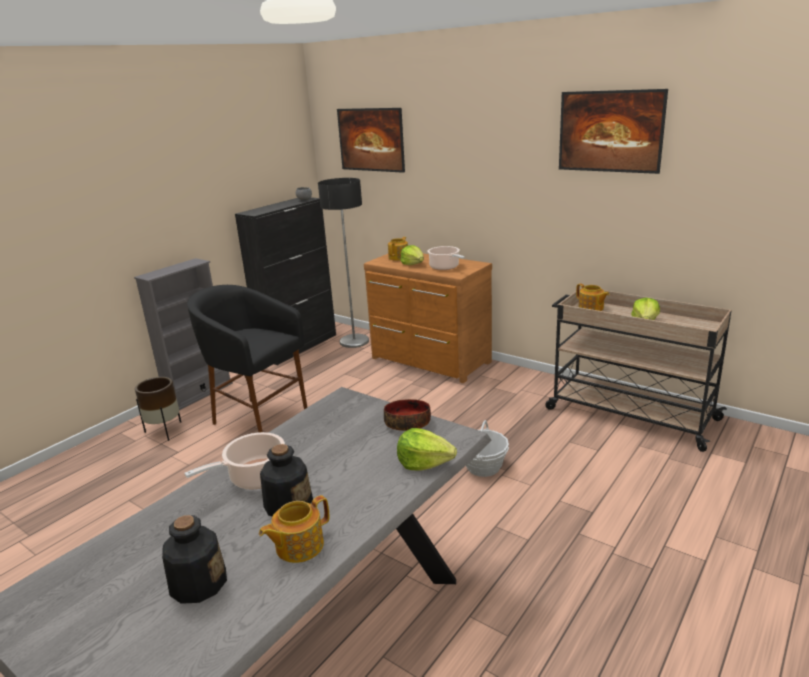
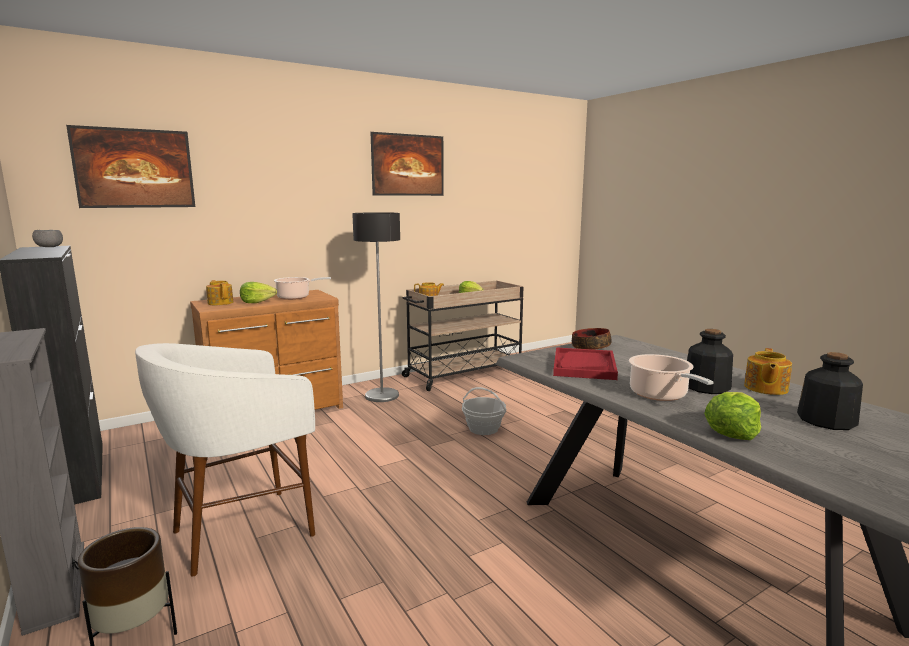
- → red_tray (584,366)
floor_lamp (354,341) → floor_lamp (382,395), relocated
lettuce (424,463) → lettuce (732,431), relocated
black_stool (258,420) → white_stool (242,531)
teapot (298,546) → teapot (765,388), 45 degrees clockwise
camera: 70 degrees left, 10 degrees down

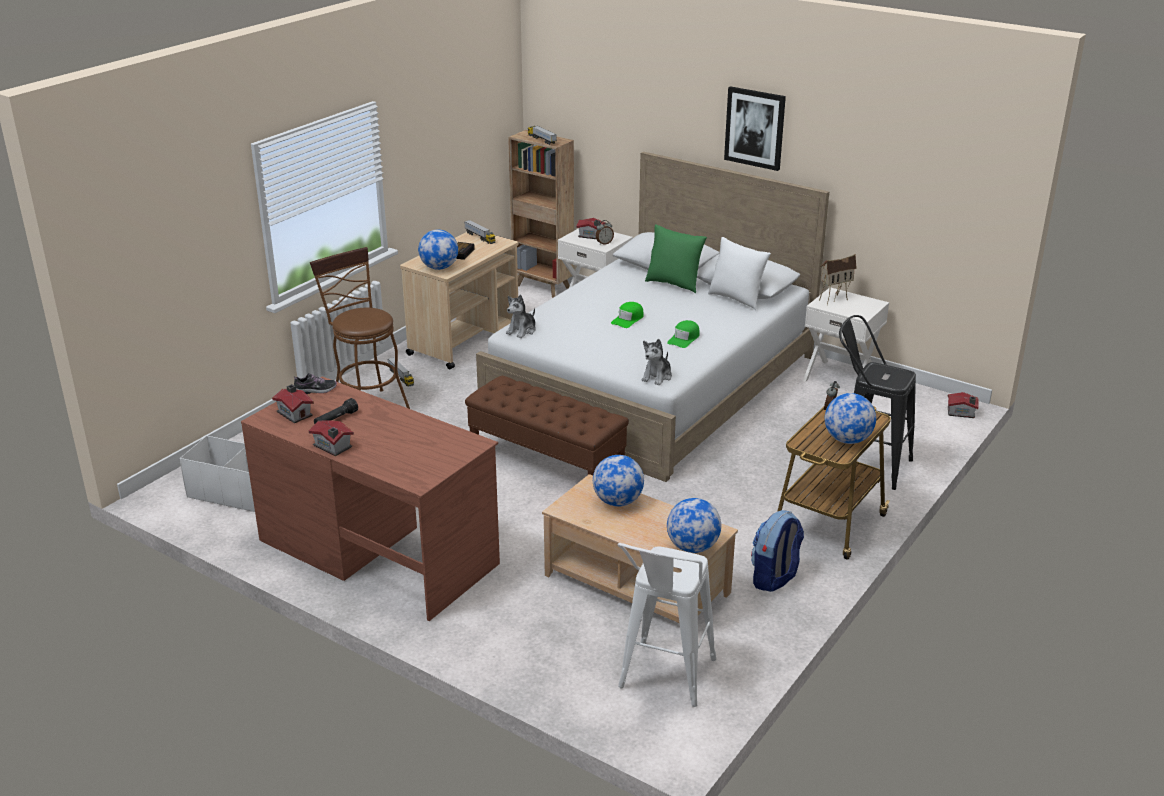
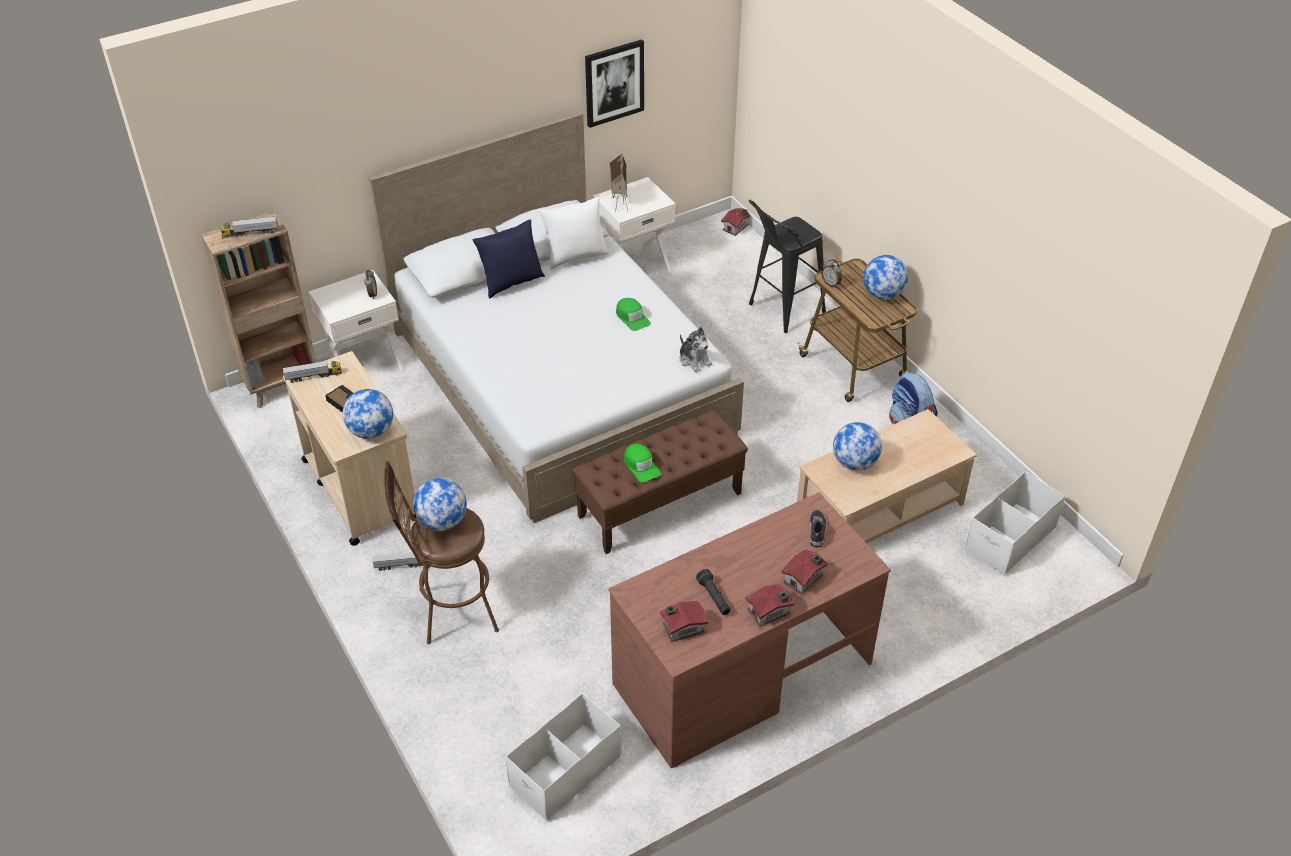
plush_toy (522,331) → -
shoe (315,390) → shoe (817,531), relocated
toy_house (591,236) → toy_house (804,579), relocated
green_cap (628,319) → green_cap (641,466), relocated
globe (692,547) → globe (442,522), relocated
picture (755,128) → picture (614,83), relocated
white_stool (663,680) → white_storage_box (1009,538)
green_pillow (674,284) → blue_pillow (511,282)
camera: 65 degrees left, 15 degrees up

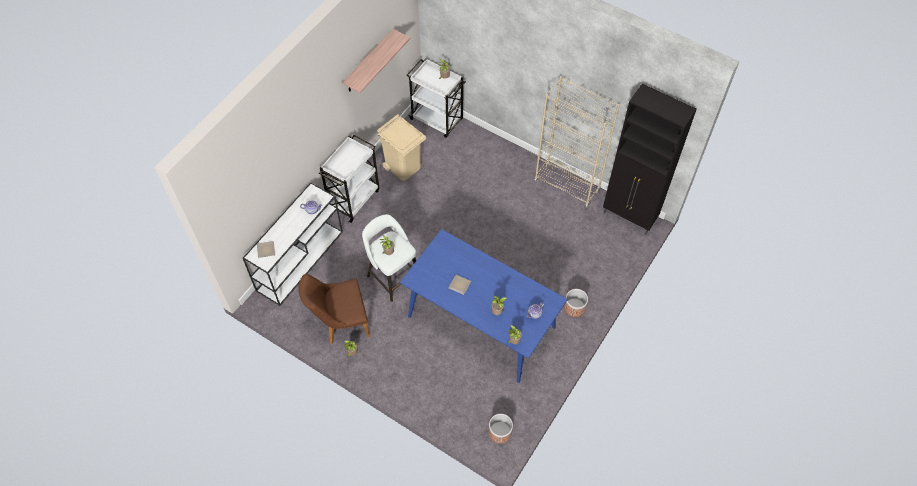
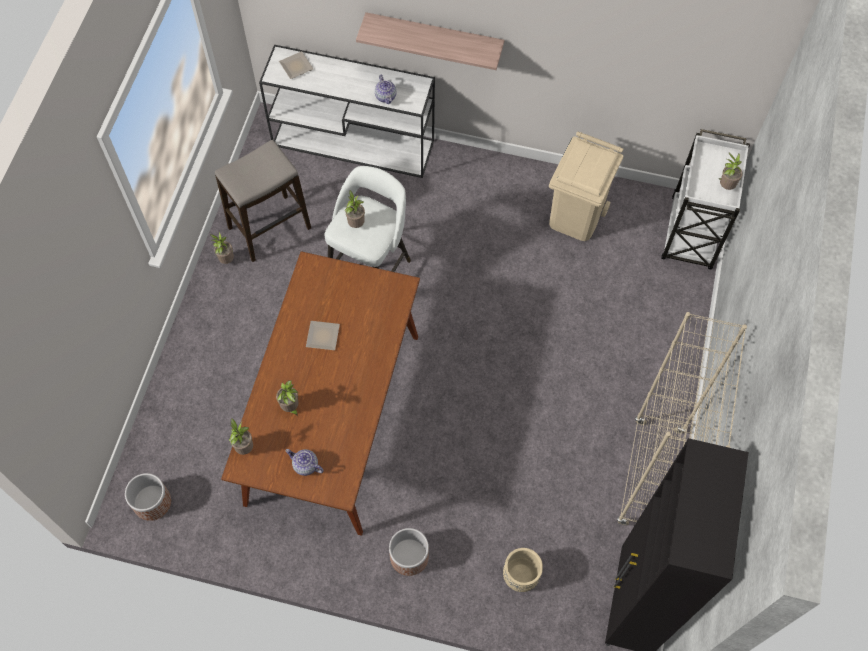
white_cart (354,198) → -
- → beige_planter (520,576)
shelf (368,62) → shelf (434,37), relocated
brown_chair (340,323) → stool (269,228)
blue_dining_table (482,322) → brown_dining_table (334,419)
camera: 70 degrees right, 5 degrees up

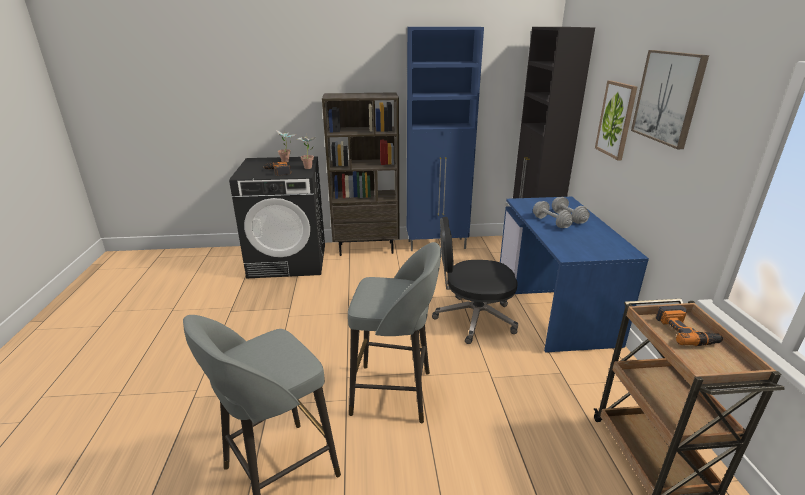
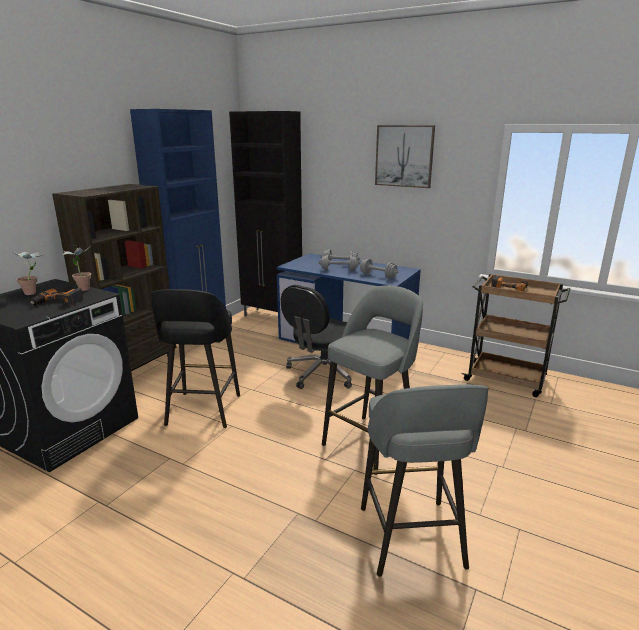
picture (616,119) → -
- → black_stool (202,411)
- → grey_dumbbell (378,276)
camera: 55 degrees left, 5 degrees down

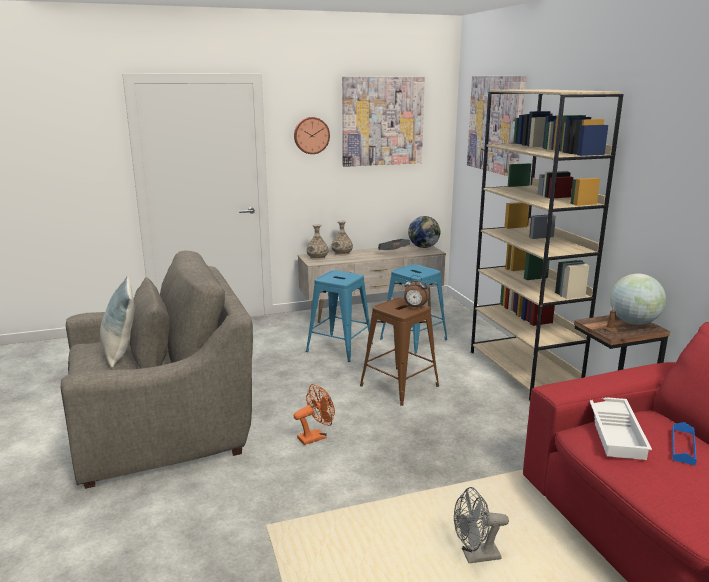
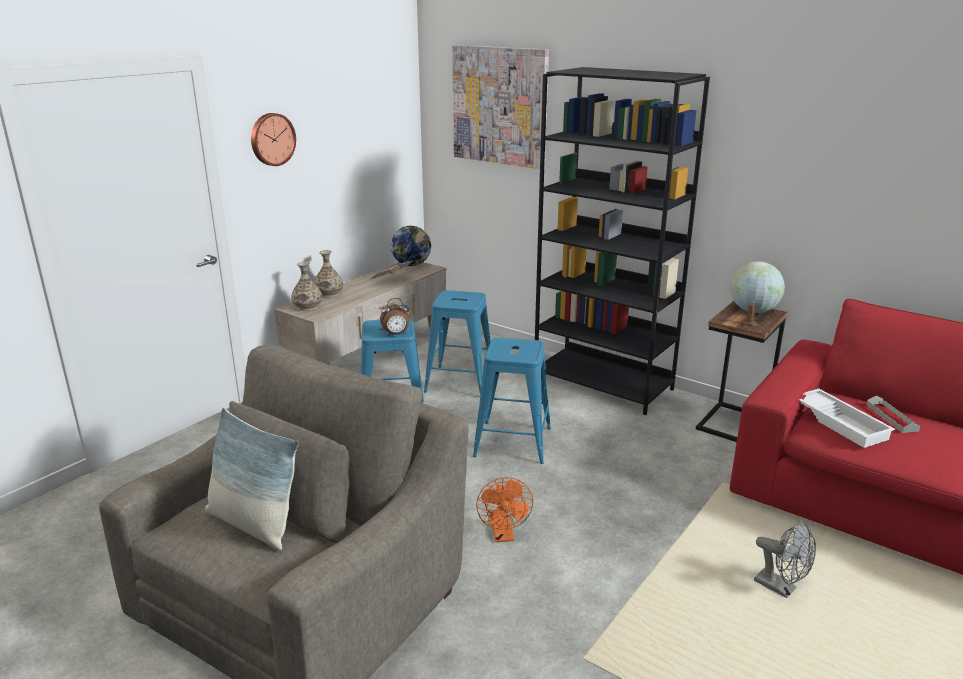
picture (382,121) → -
alarm_clock (415,307) → alarm_clock (396,334), relocated
brown_stool (399,386) → blue_stool (513,442)
beige_bookcase (524,371) → black_bookcase (603,384)
blue_tray (683,446) → grey_tray (891,417)
orange_fan (316,437) → orange_fan (504,535), 150 degrees clockwise
grey_fan (475,556) → grey_fan (781,588), 90 degrees counterclockwise
camera: 35 degrees left, 5 degrees up

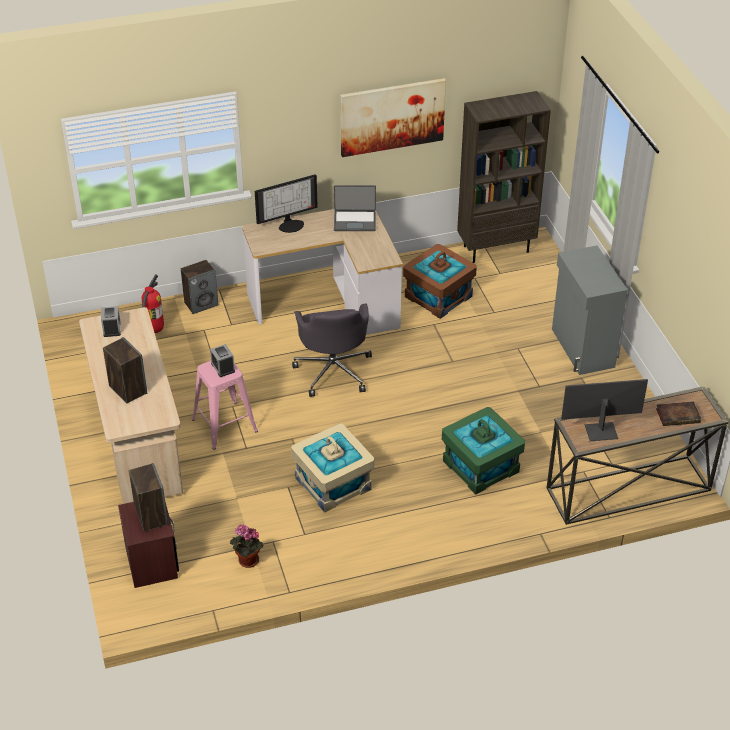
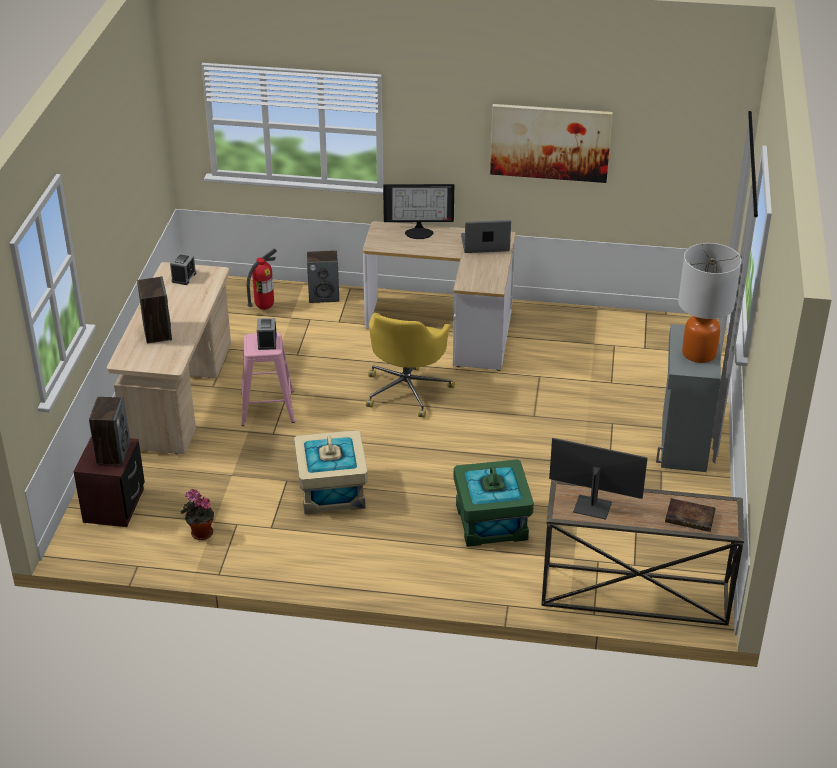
brown_storage_box (438,296) → -
brown_bookcase (496,248) → -
- → table_lamp (698,353)
grey_office_chair (333,370) → yellow_office_chair (407,390)
laptop (355,221) → laptop (485,244), 150 degrees clockwise
camera: 25 degrees right, 5 degrees down

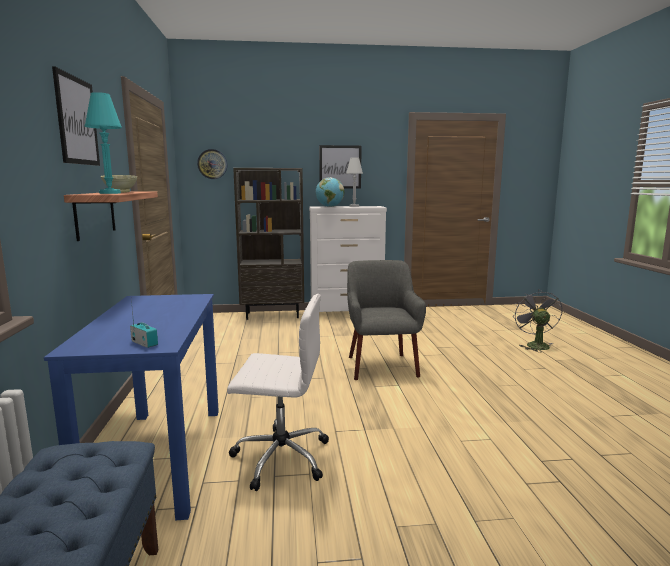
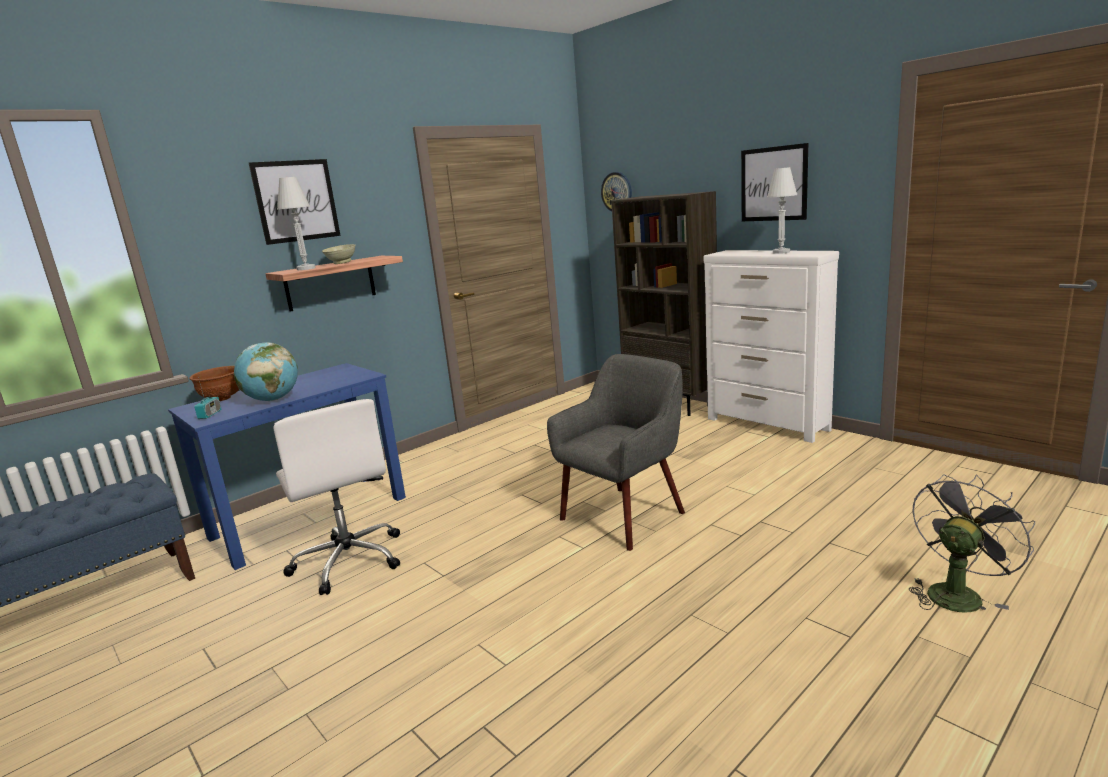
- → brown_bowl (222,399)
globe (329,207) → globe (272,400), relocated
turquoise_table_lamp (110,193) → white_table_lamp (306,269)
camera: 55 degrees right, 5 degrees up

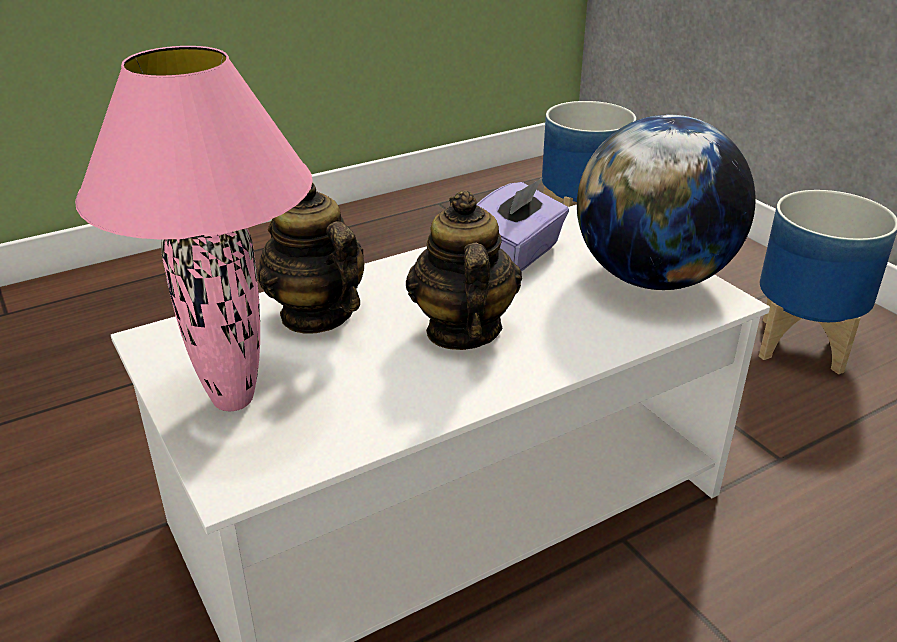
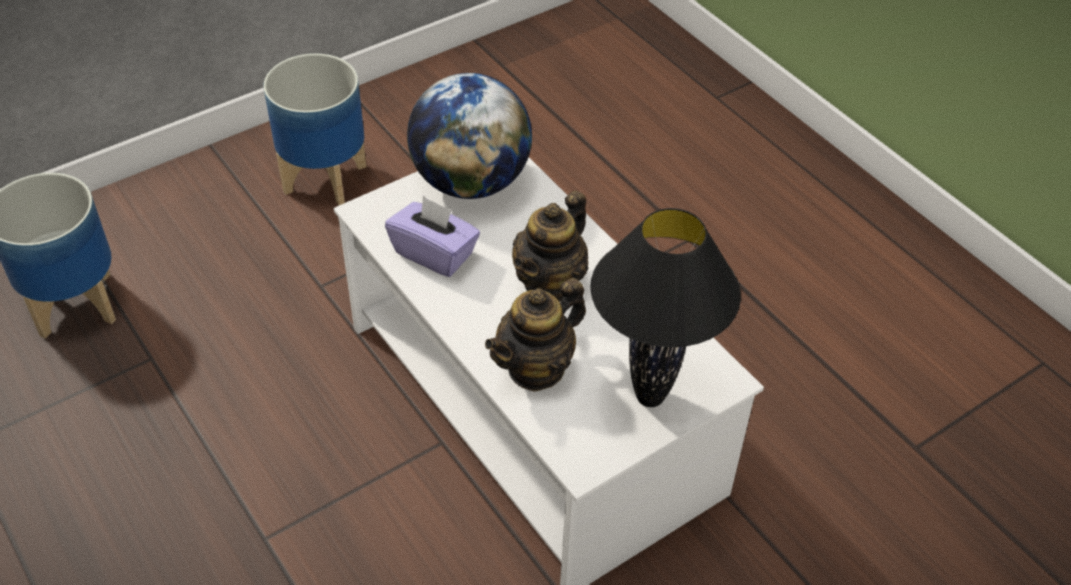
pink_table_lamp (234,401) → black_table_lamp (651,396)
teapot (462,331) → teapot (550,283), 45 degrees counterclockwise
camera: 95 degrees left, 15 degrees up

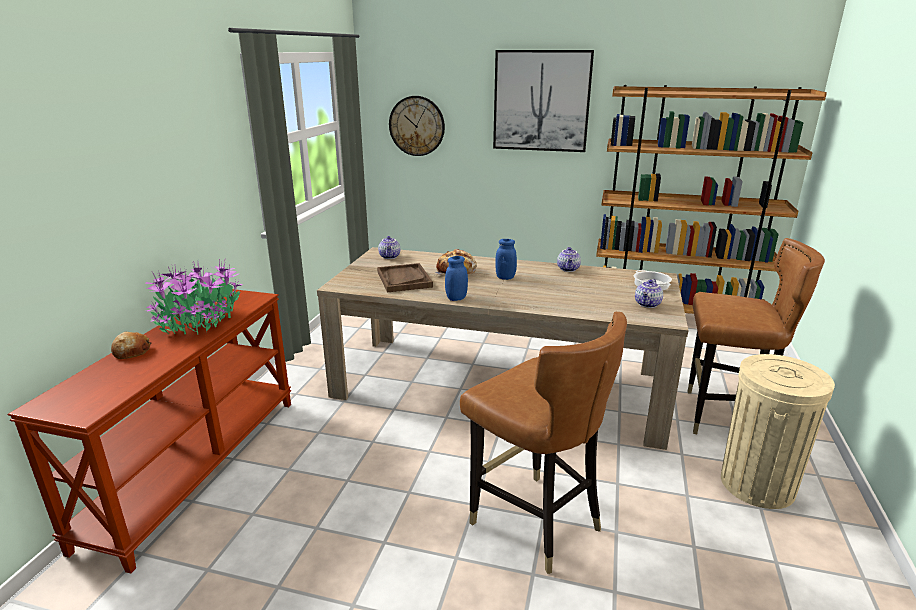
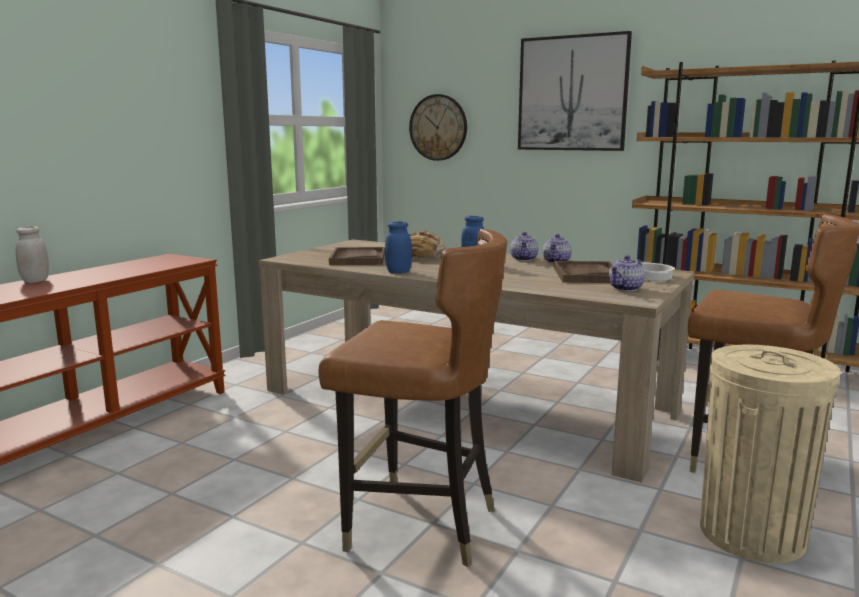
potted_plant (199,322) → -
- → brown_tray (586,275)
teapot (390,257) → teapot (524,259), relocated
bread (131,351) → white_jar (35,281)
brown_chair (535,522) → brown_chair (419,525), 45 degrees counterclockwise
camera: 15 degrees right, 10 degrees down

